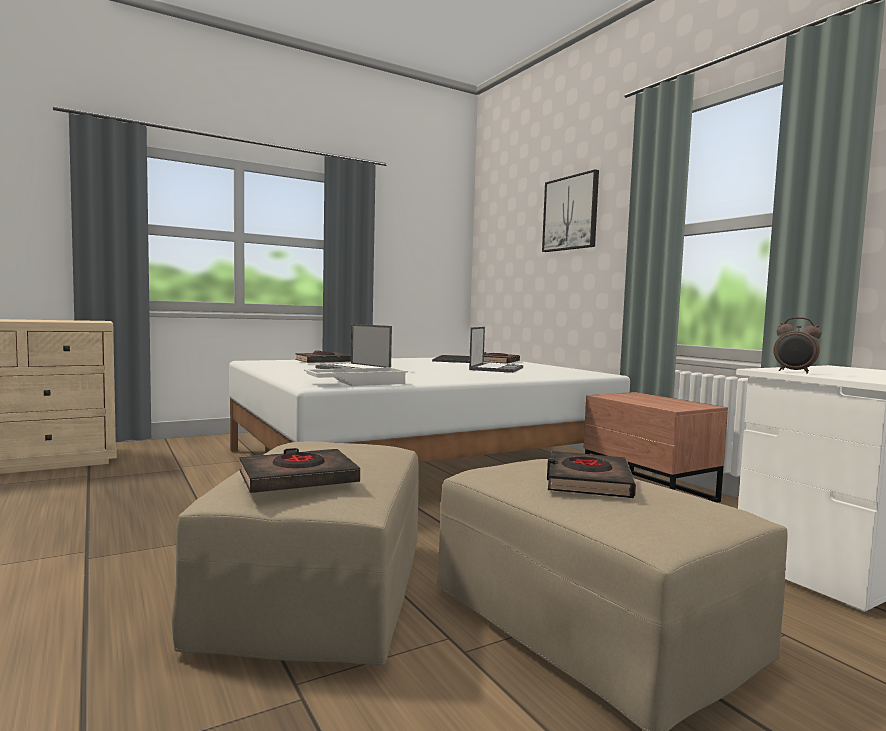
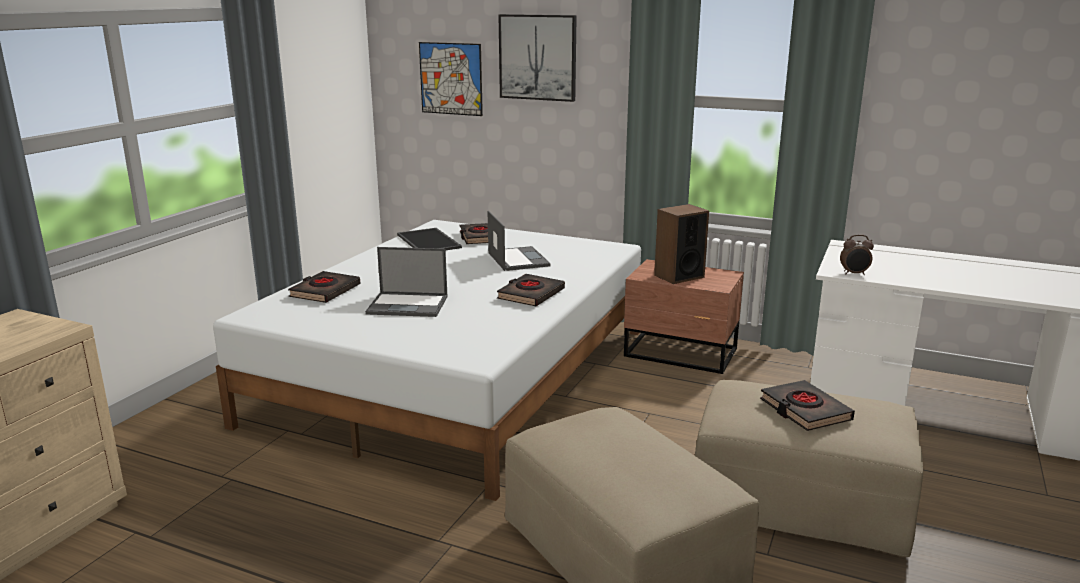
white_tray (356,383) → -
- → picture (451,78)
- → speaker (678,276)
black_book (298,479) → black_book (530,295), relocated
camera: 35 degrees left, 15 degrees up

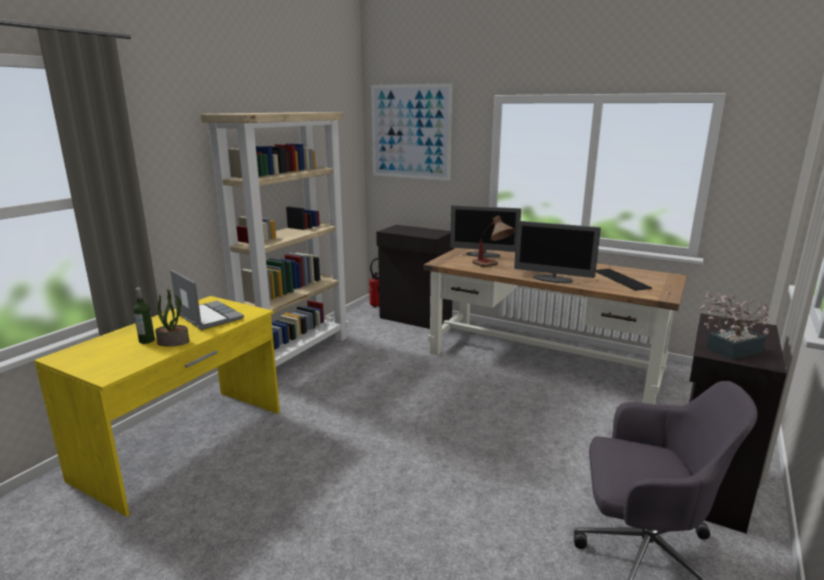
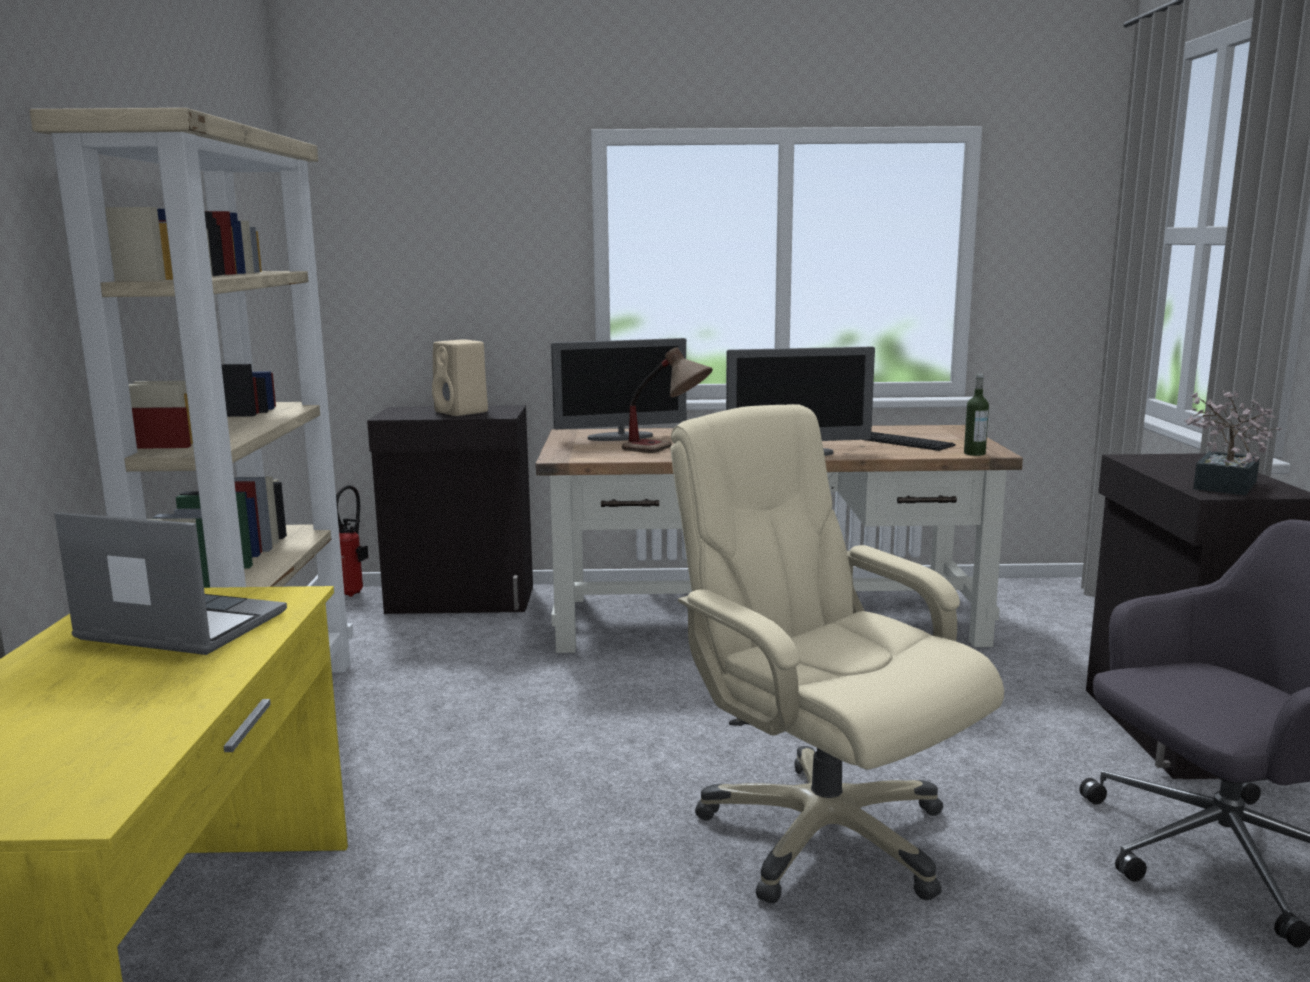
potted_plant (174,342) → -
picture (410,132) → -
- → beige_speaker (462,412)
- → beige_office_chair (822,833)
bottle (147,341) → bottle (974,453), relocated
camera: 30 degrees left, 5 degrees down

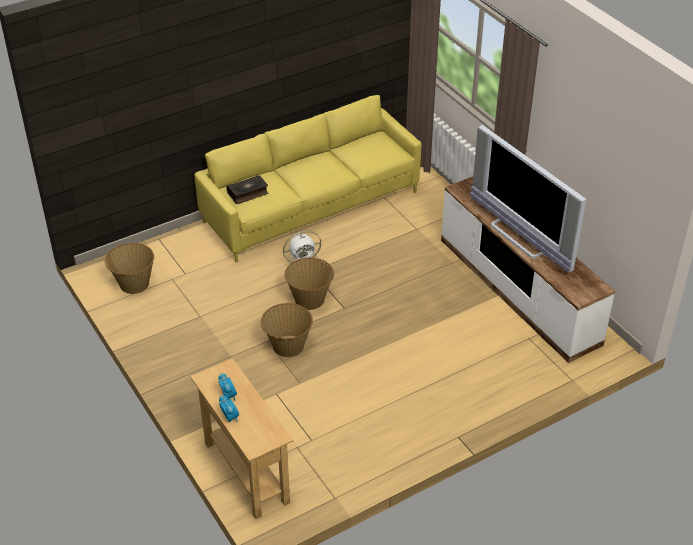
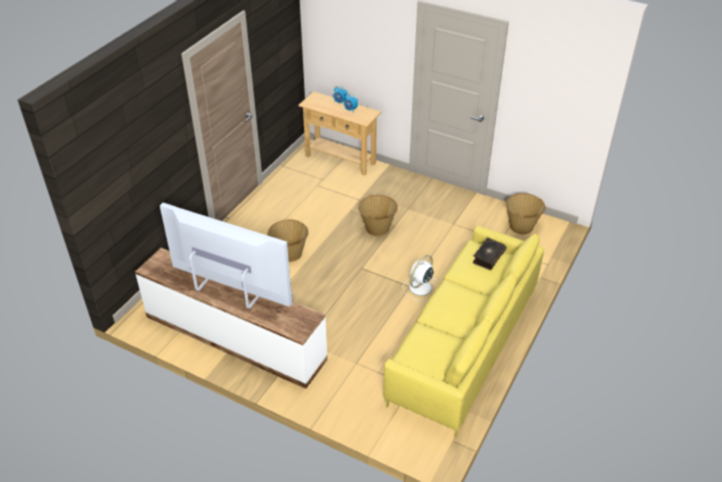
basket (310,299) → basket (289,254), relocated
camera: 150 degrees right, 0 degrees up

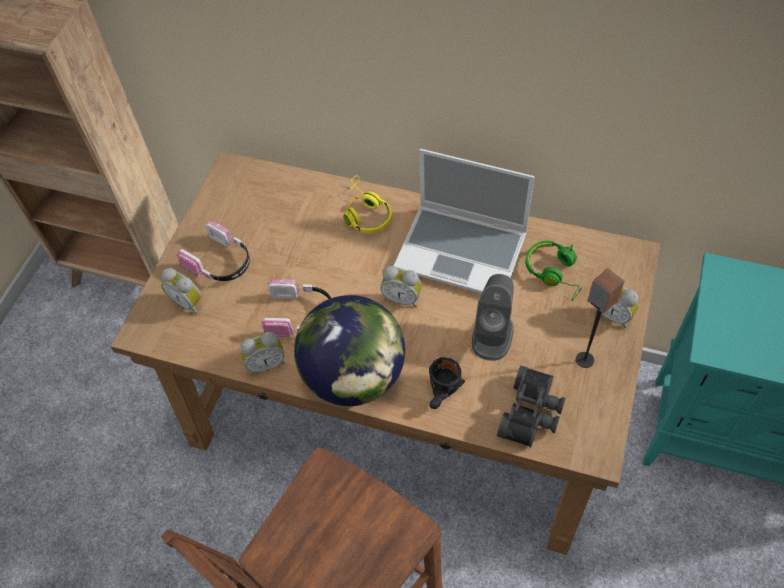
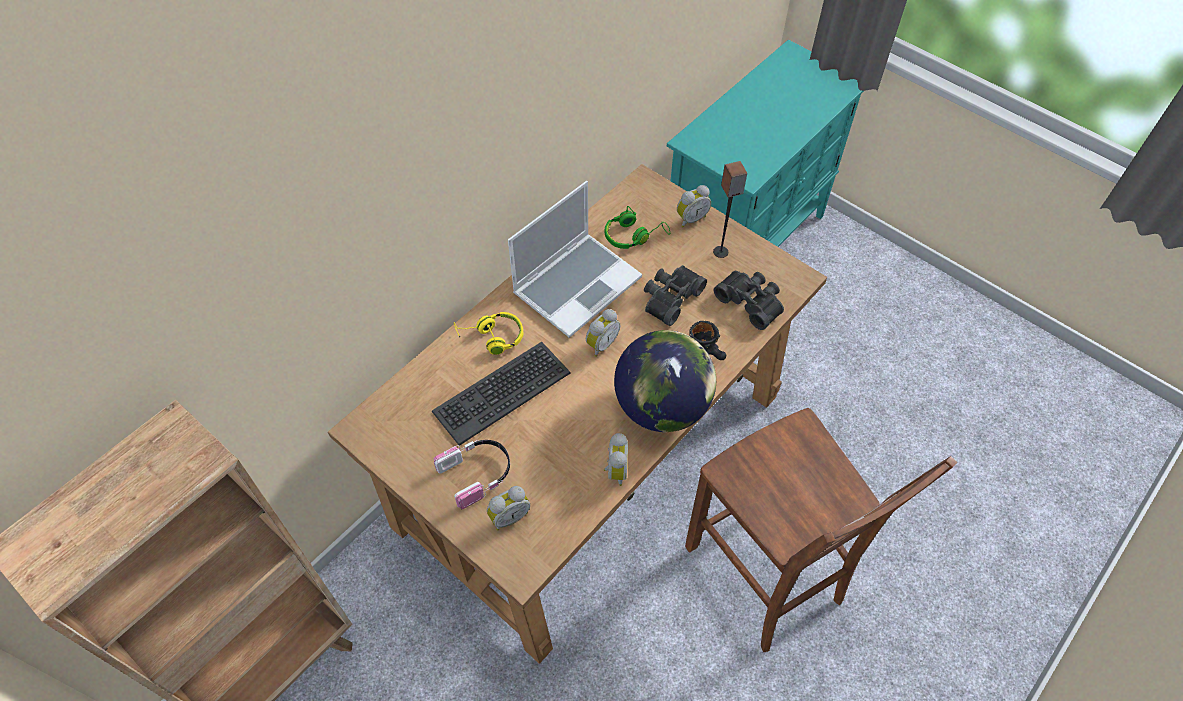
headphones (301,315) → -
- → keyboard (501,392)
grey_speaker (492,335) → black_binoculars (669,298)
camera: 70 degrees left, 0 degrees up

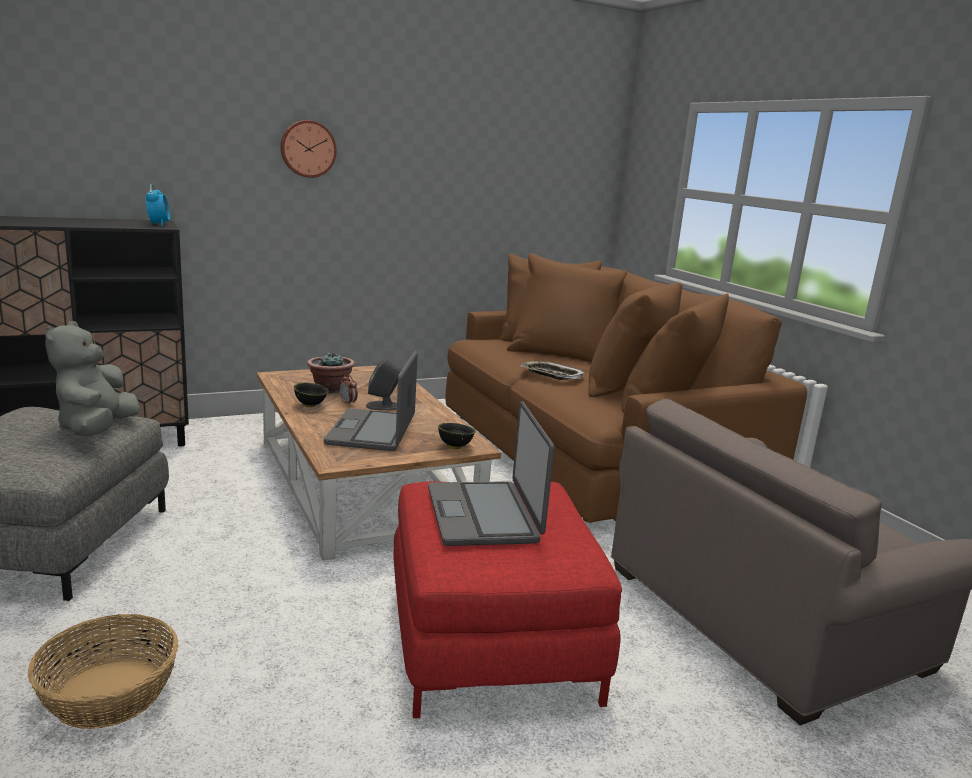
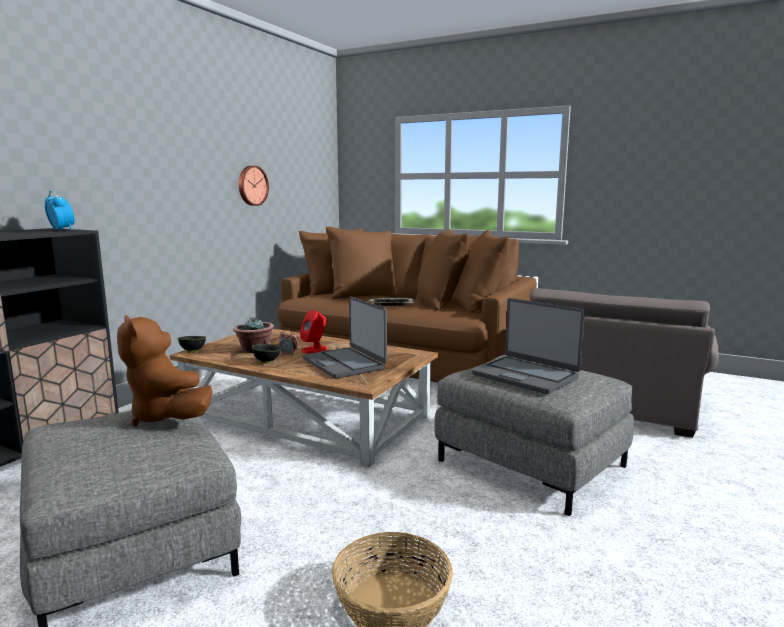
wall_clock (308,149) → wall_clock (252,185), relocated
black_bowl (454,447) → black_bowl (192,351), relocated
grey_plush_toy (96,430) → brown_plush_toy (167,417)
grey_speaker (383,406) → red_speaker (314,349)
red_ottoman (493,639) → grey_ottoman (532,463)
camera: 35 degrees left, 5 degrees down

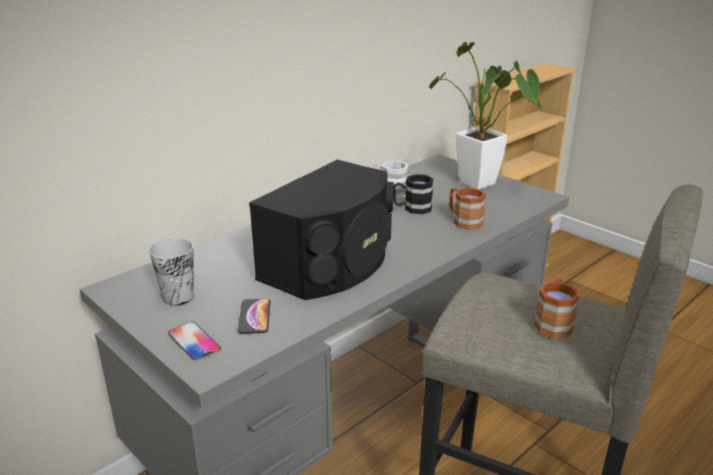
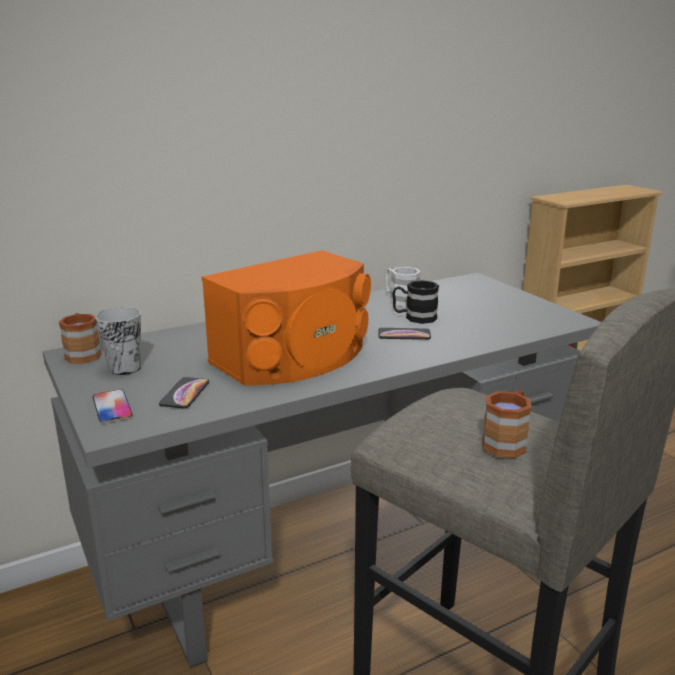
potted_plant (483,186) → -
- → phone (404,335)
brown_mug (463,221) → brown_mug (83,353), relocated
black_speaker (332,264) → orange_speaker (295,358)
camera: 15 degrees right, 5 degrees down

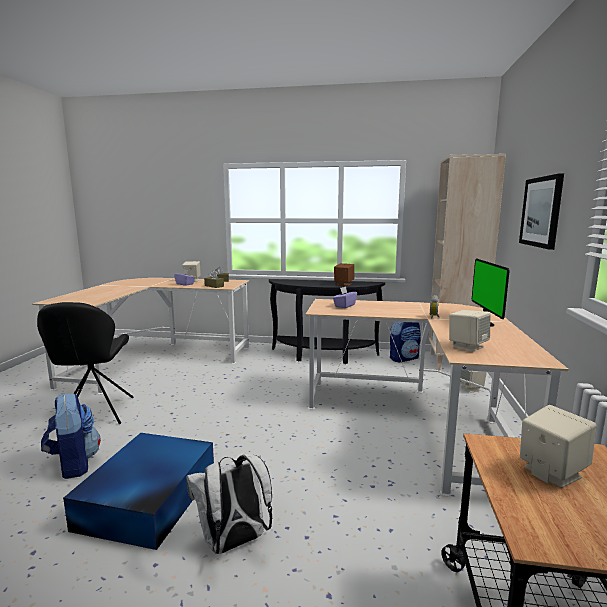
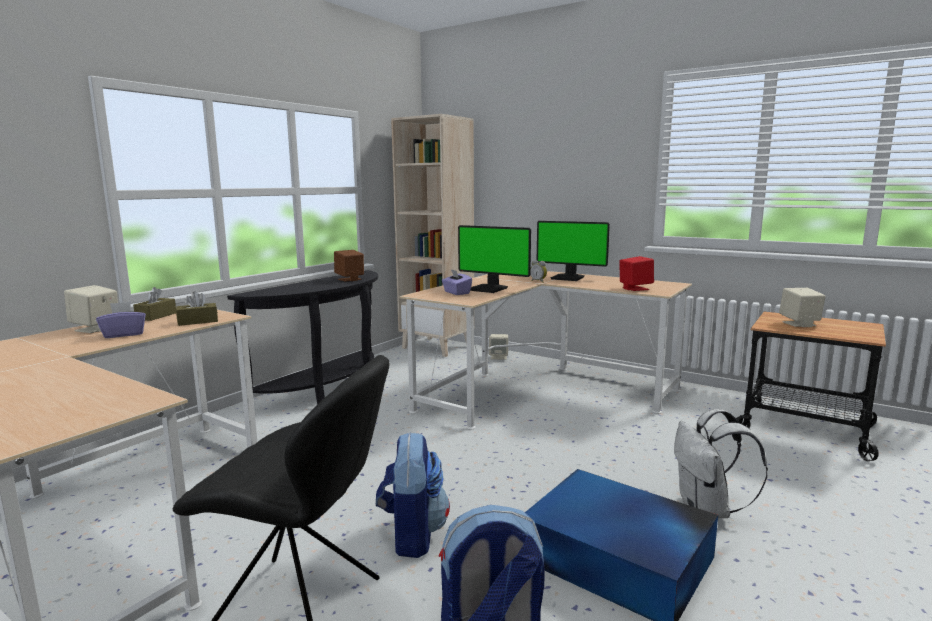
picture (541,212) → -
- → monitor (489,289)
backpack (404,358) → backpack (412,535), relocated
beige_speaker (467,346) → red_speaker (635,288)
camera: 65 degrees left, 0 degrees up

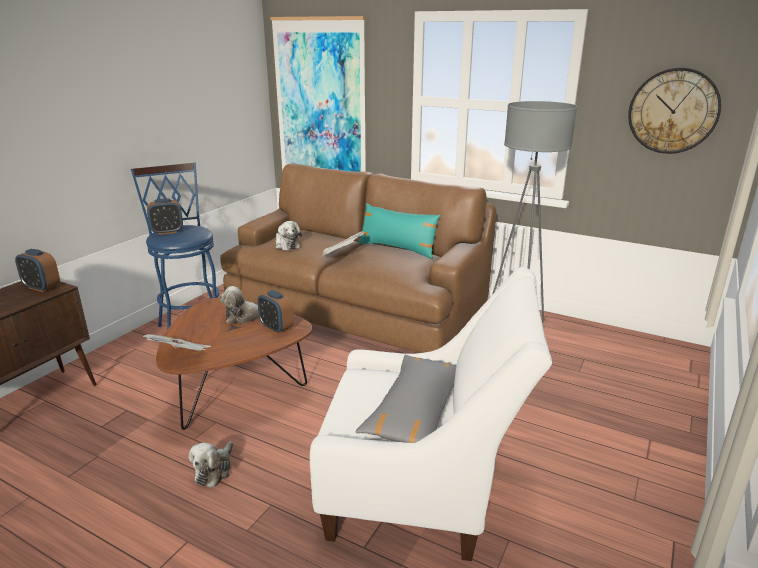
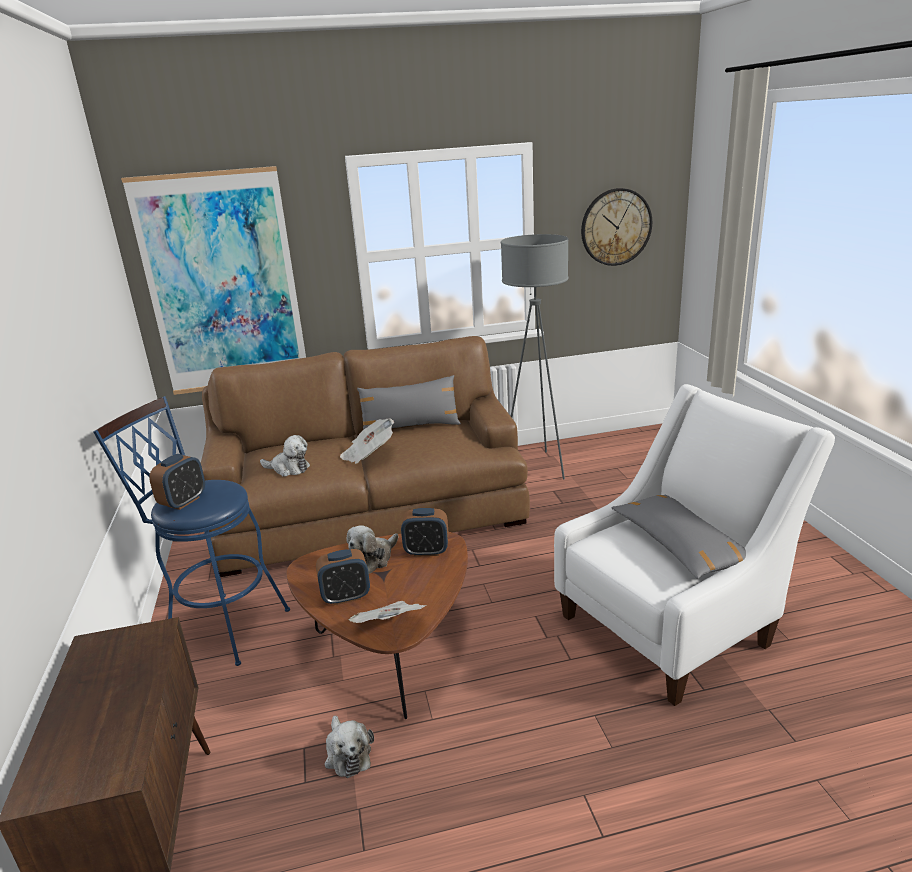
alarm_clock (42,287) → alarm_clock (346,597), relocated
plush_toy (214,470) → plush_toy (347,754), relocated
turquoise_pillow (397,248) → grey_pillow (410,427)
camera: 40 degrees left, 0 degrees up

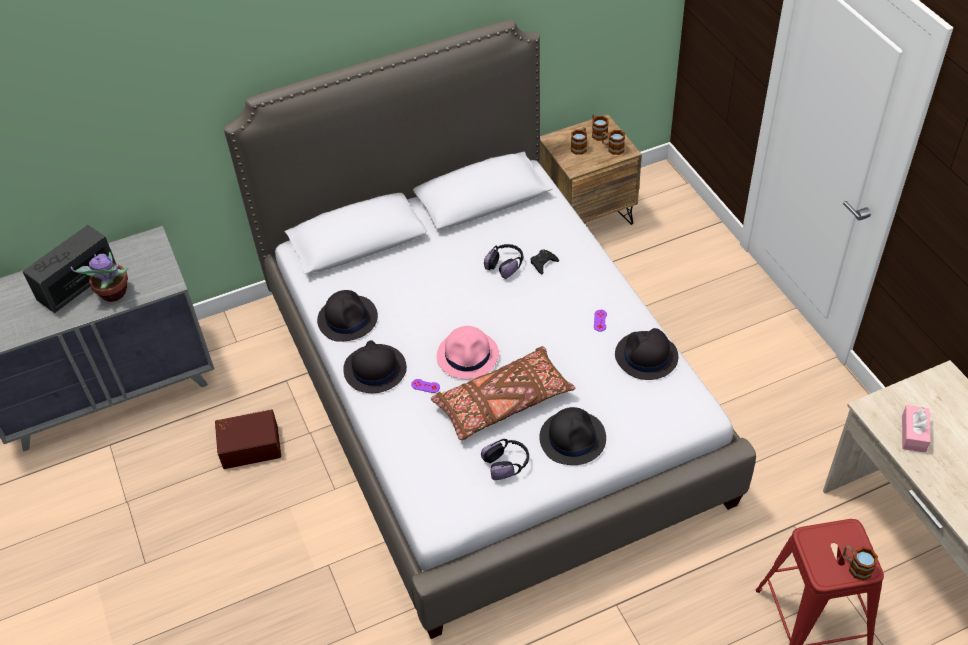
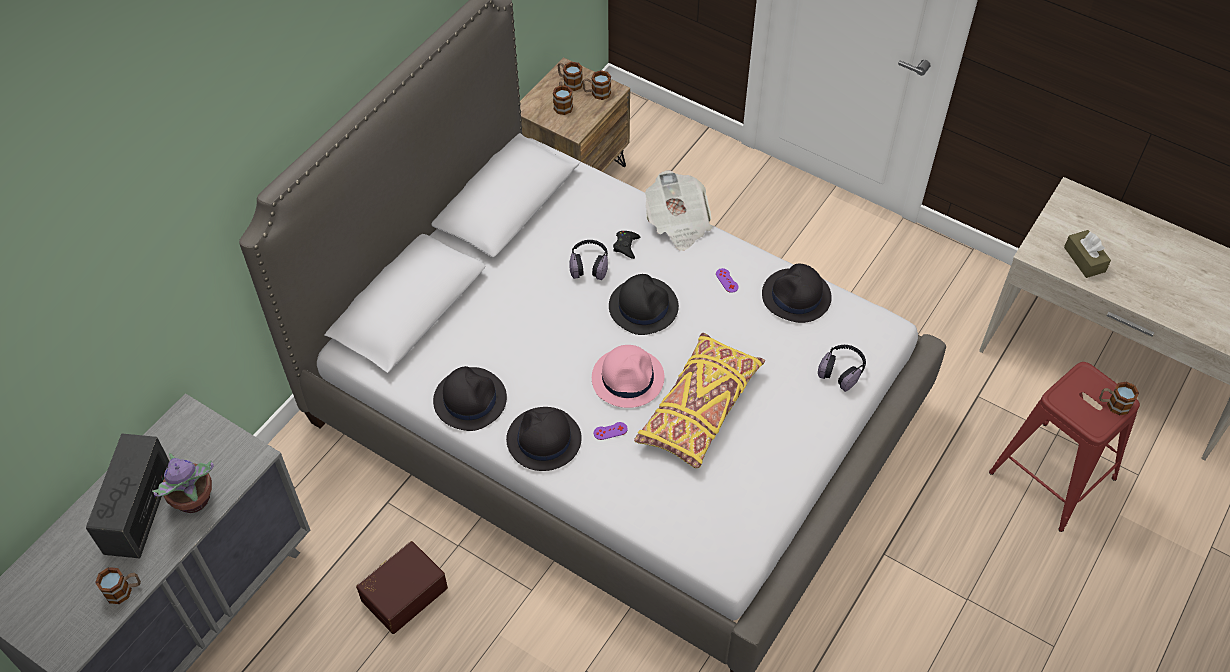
- → mug (124,590)
- → newspaper (678,223)
headphones (507,463) → headphones (842,371), relocated
black_hat (573,438) → black_hat (643,306), relocated
brown_pillow (503,402) → yellow_pillow (699,409)
pink_tissue_box (913,434) → brown_tissue_box (1084,259)
camera: 35 degrees left, 5 degrees up

